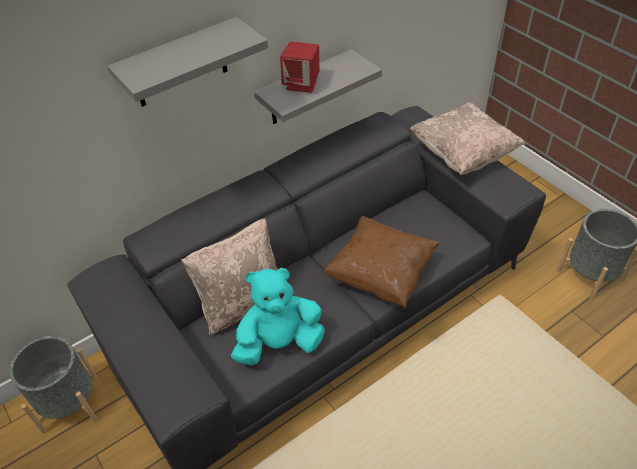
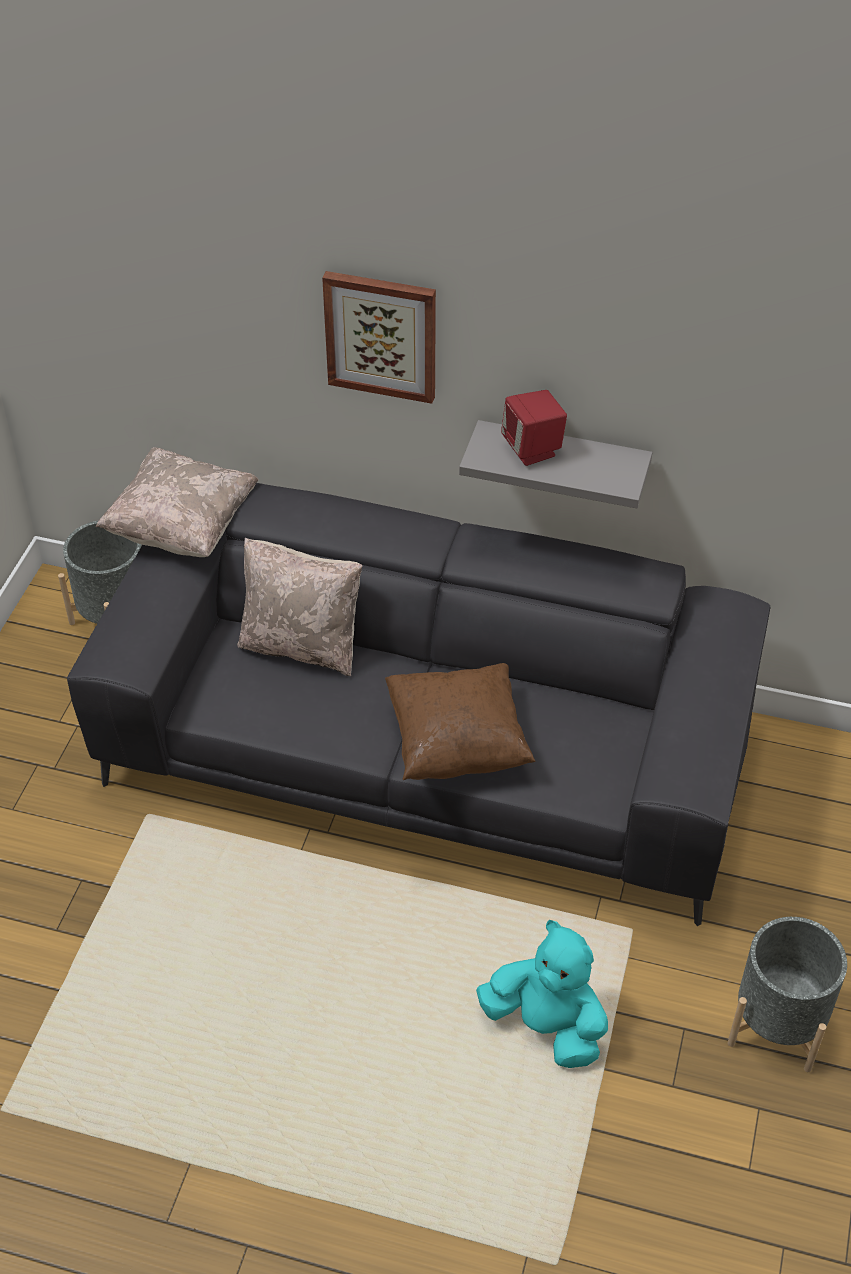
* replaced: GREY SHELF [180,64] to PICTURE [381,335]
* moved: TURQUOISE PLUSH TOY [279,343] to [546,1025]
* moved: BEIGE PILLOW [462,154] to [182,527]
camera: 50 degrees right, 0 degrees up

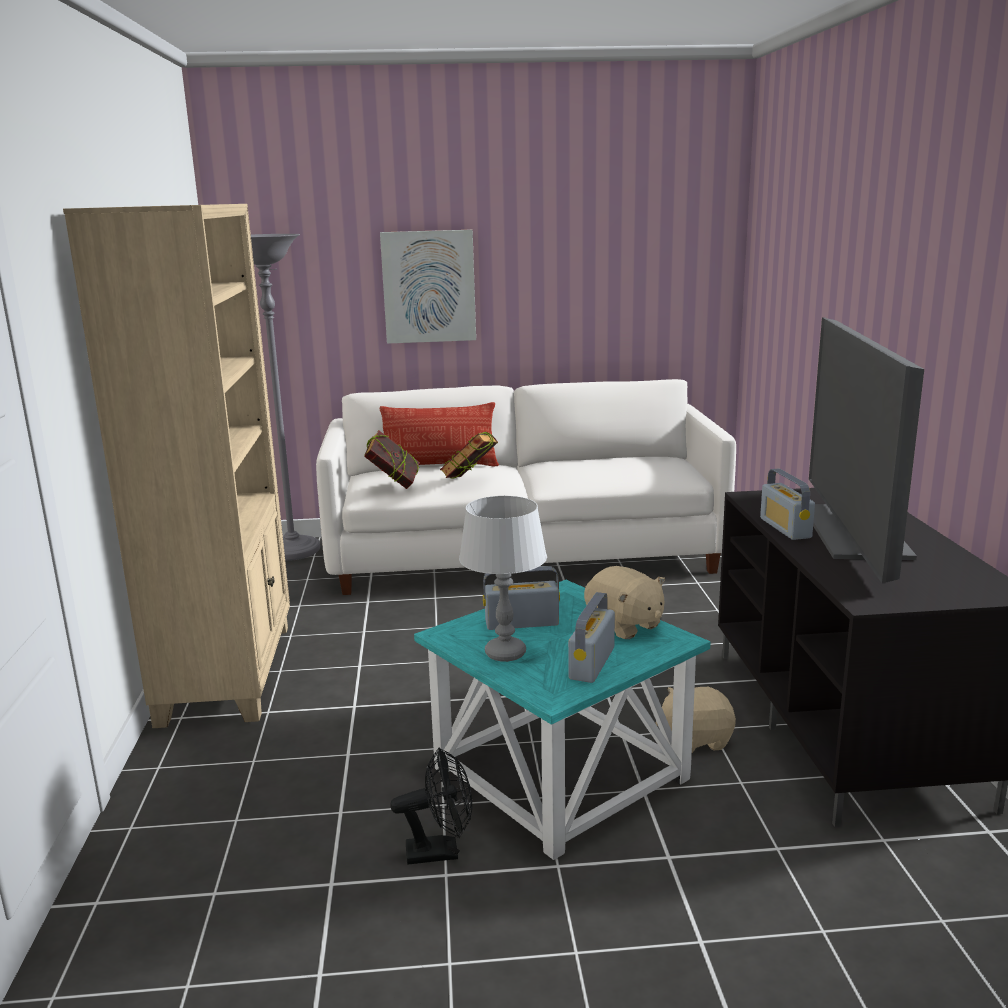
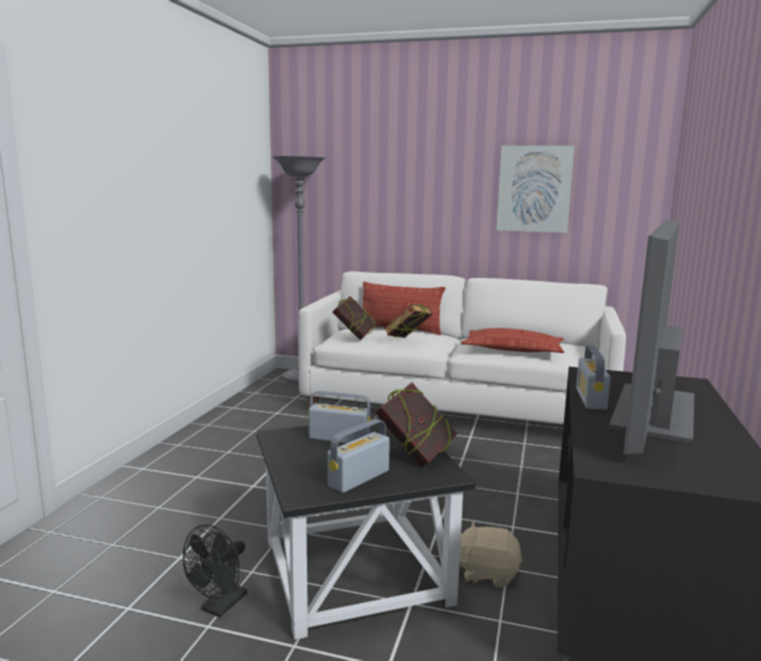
* removed: BEIGE BOOKCASE [229,672]
* moved: PICTURE [429,286] to [534,189]
* turned: BLACK FAN [441,851] = [220,607] 105 degrees clockwise
* recoloured: TURQUOISE SIDE TABLE [560,776] to BLACK SIDE TABLE [354,574]
* removed: GREY TABLE LAMP [505,653]
* replaced: BEIGE PLUSH TOY [624,625] to BOOK [415,456]
* added: PILLOW [513,349]
camera: 20 degrees right, 5 degrees down

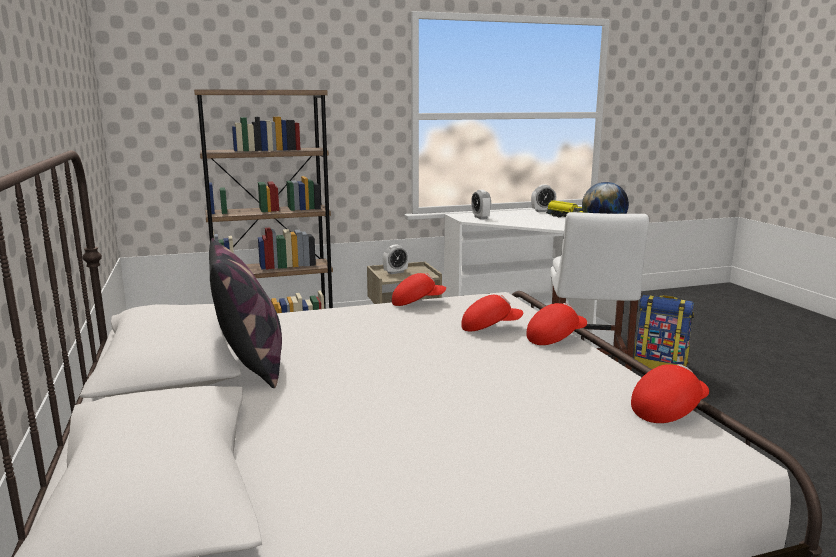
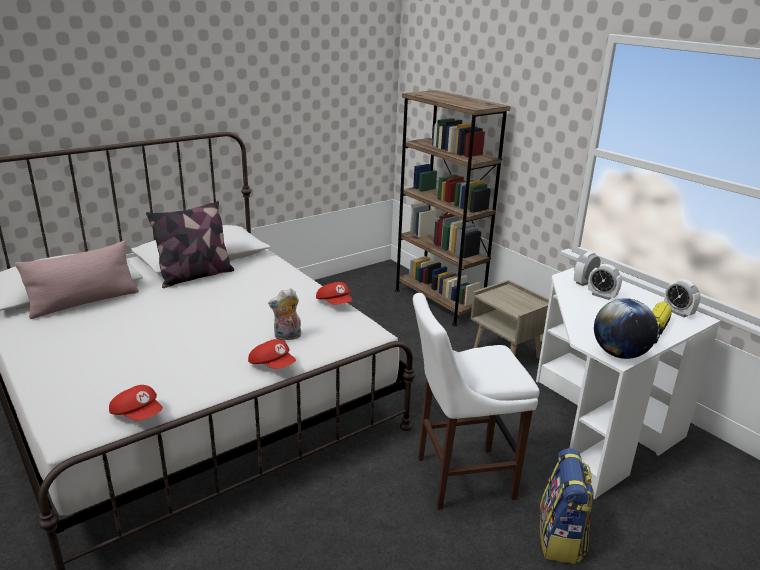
* moved: ALARM CLOCK [395,272] to [602,295]
* replaced: RED CAP [490,327] to PLUSH TOY [287,337]
* added: PINK PILLOW [84,302]
camera: 70 degrees right, 10 degrees up

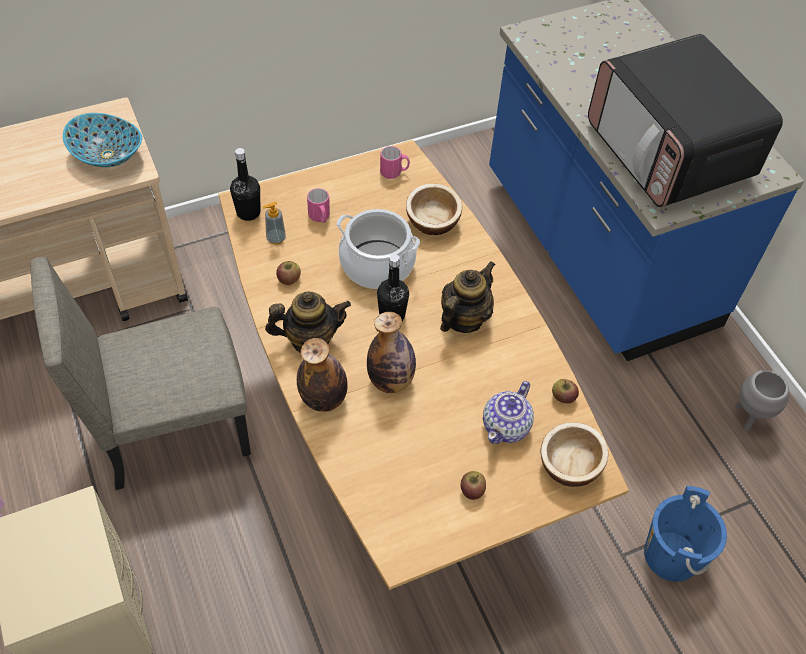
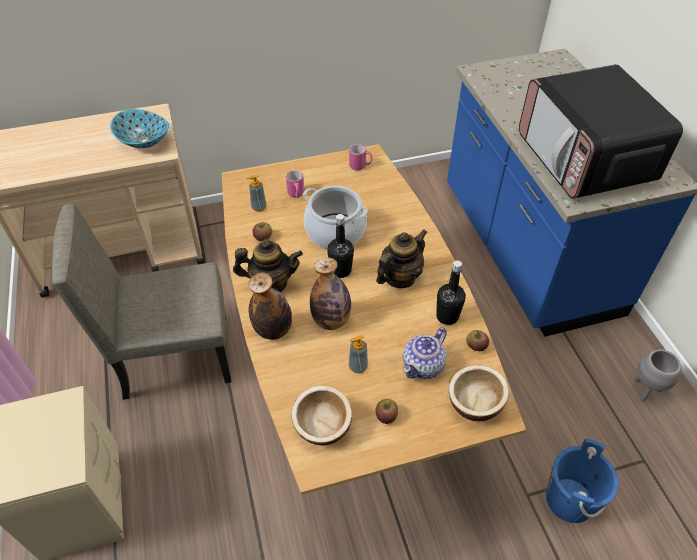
* moved: BLACK BOTTLE [248,212] to [447,316]
* moved: BOWL [432,222] to [322,425]
* added: SOAP DISPENSER [358,366]
camera: 10 degrees right, 5 degrees down

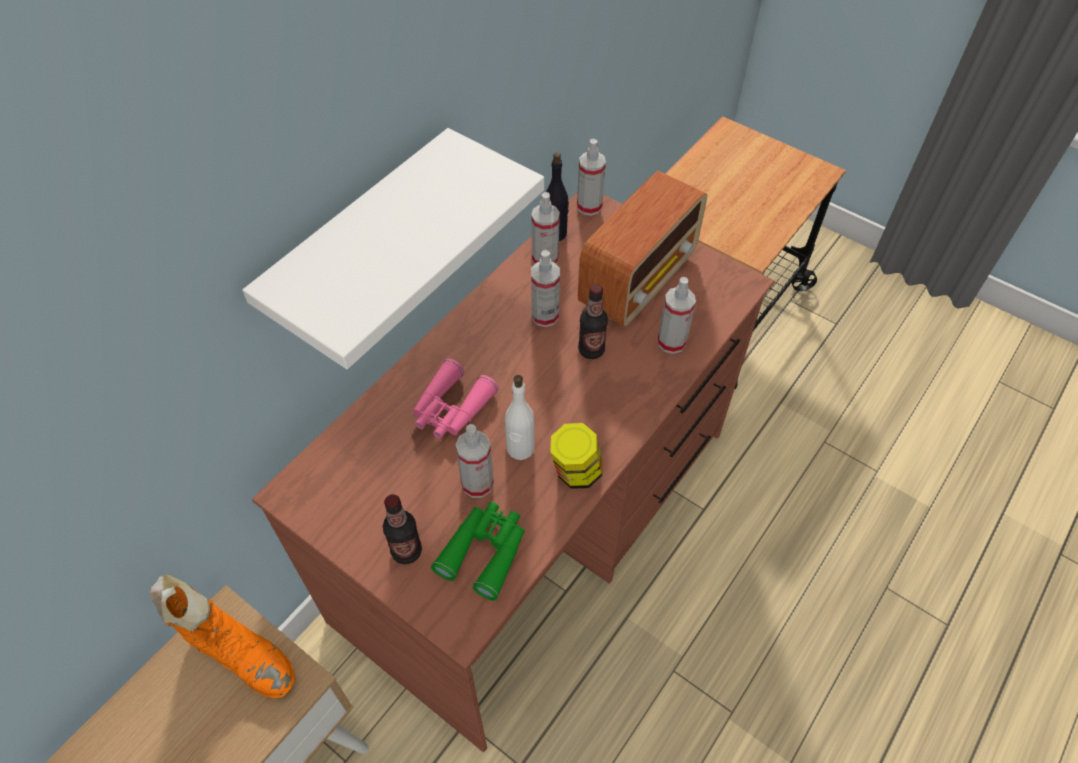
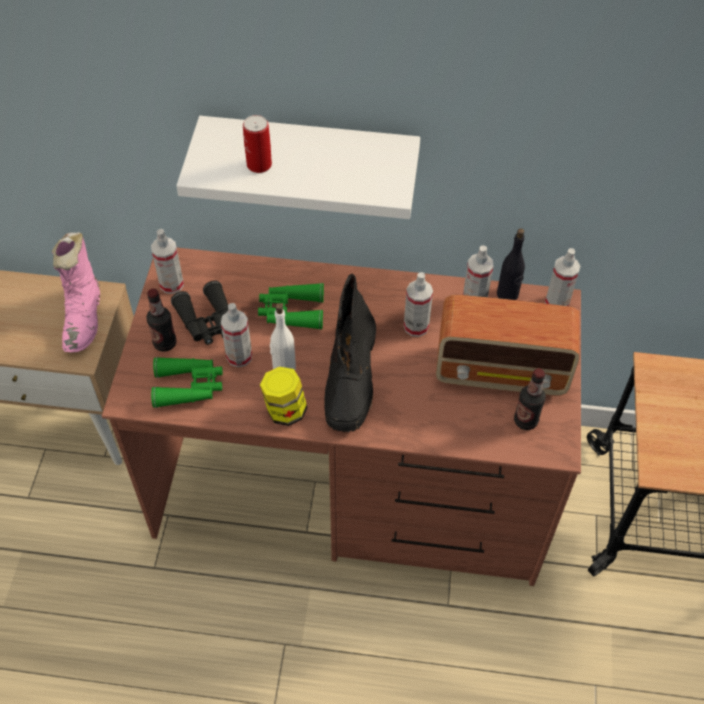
* recoloured: ORANGE BOOT [242,654] to PINK BOOT [84,318]
* recoloured: PINK BINOCULARS [451,409] to GREEN BINOCULARS [291,311]
* moved: BOTTLE [591,350] to [525,421]
* moved: SPRAY BOTTLE [671,342] to [171,284]
* added: BLACK BINOCULARS [207,321]
* added: CAN [259,164]
* added: BLACK BOOT [351,379]
camera: 60 degrees right, 0 degrees up

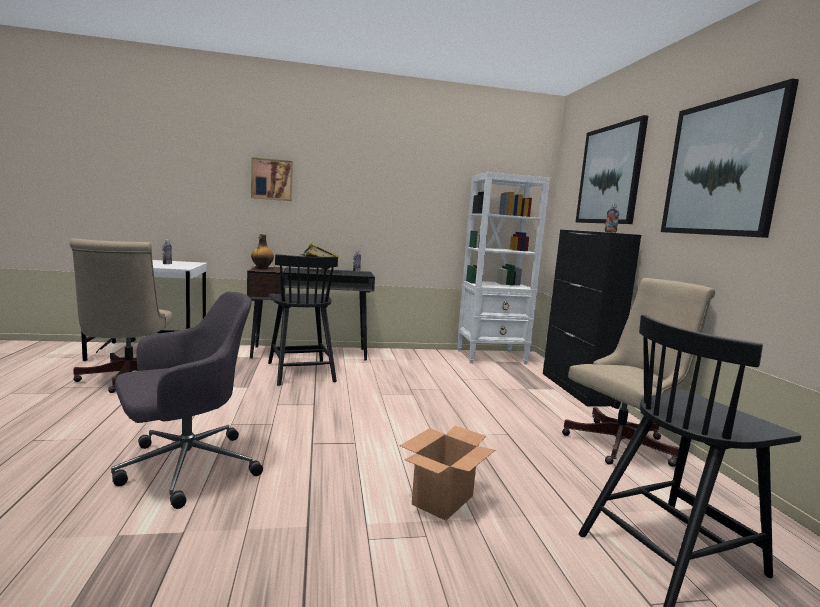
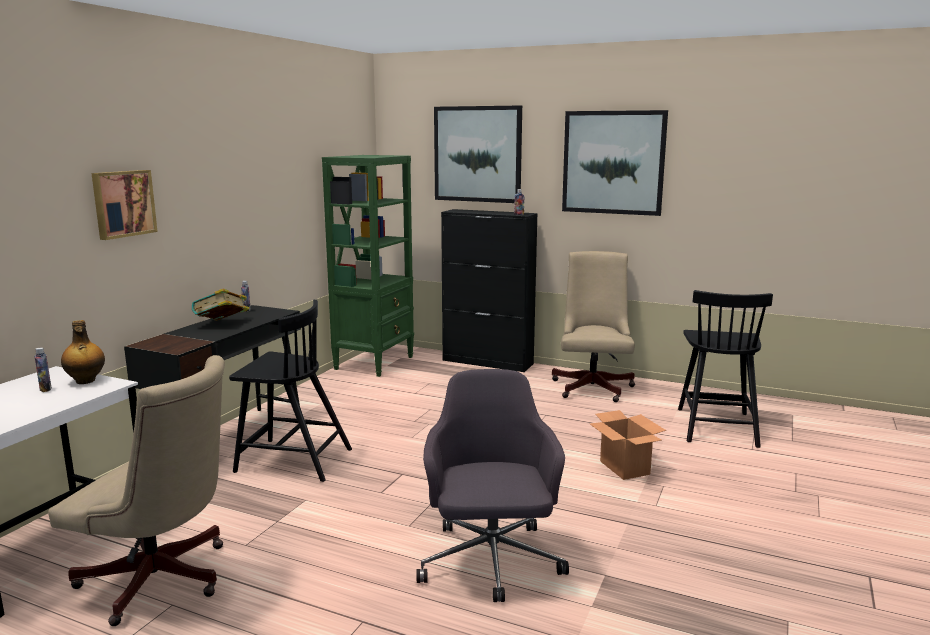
* moved: BOTTLE [262,268] to [85,381]
* recoloured: WHITE BOOKCASE [492,357] to GREEN BOOKCASE [375,363]
camera: 55 degrees left, 5 degrees up

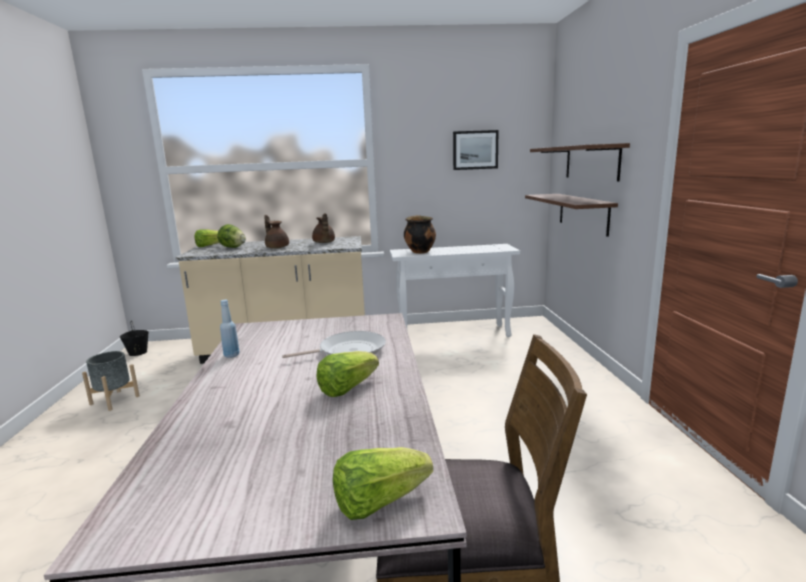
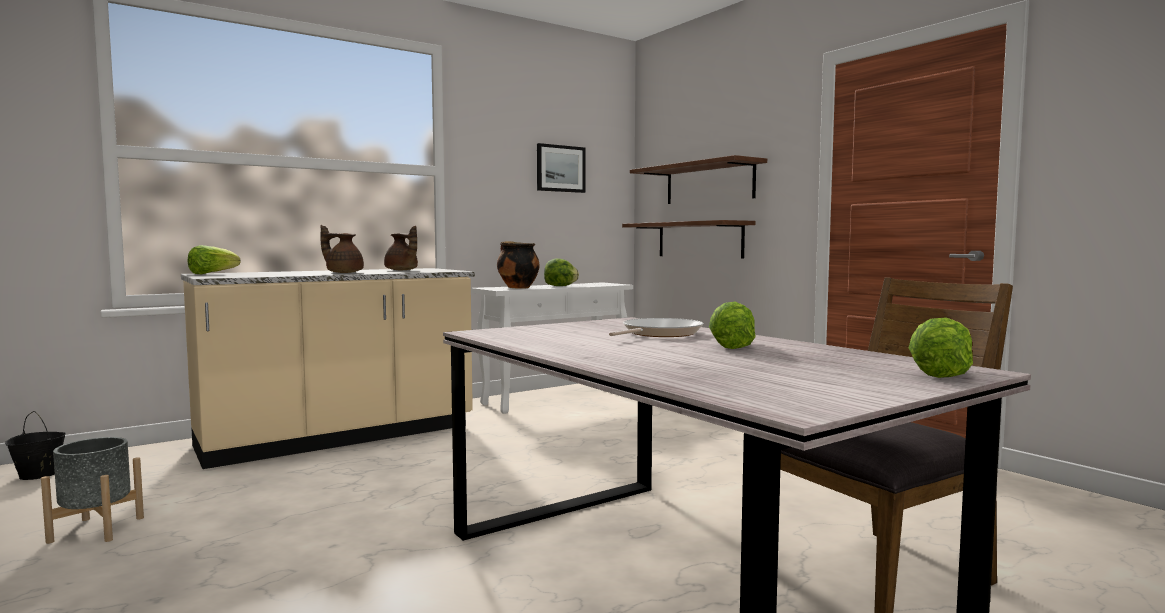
* moved: LETTUCE [232,247] to [560,286]
* removed: BLUE BOTTLE [231,355]
camera: 30 degrees left, 10 degrees down

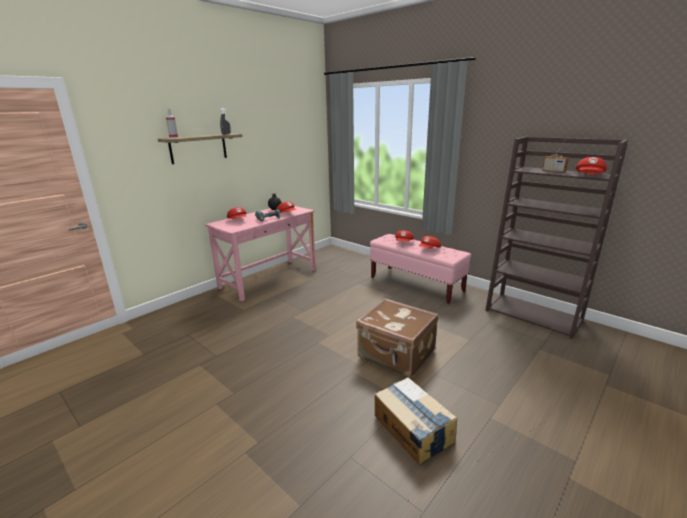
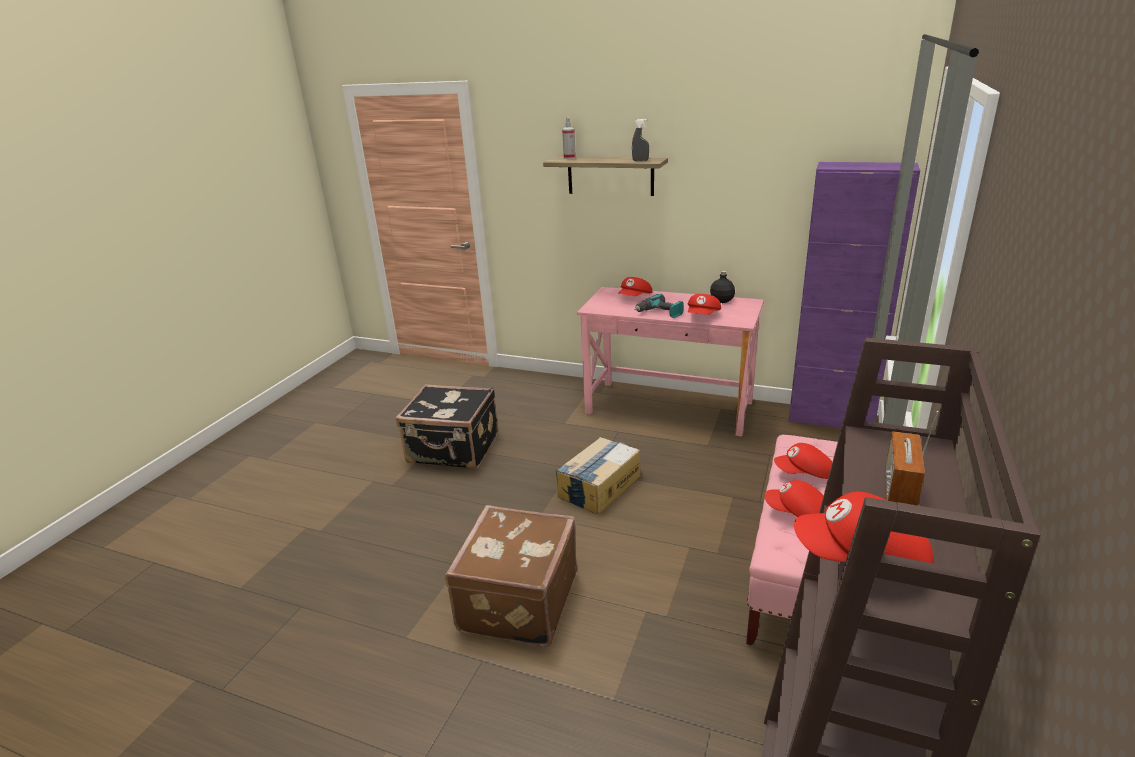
* moved: CARDBOARD BOX [413,428] to [599,486]
* added: BLACK SUITCASE [453,450]
* added: PURPLE CABINET [830,419]
camera: 70 degrees right, 5 degrees up

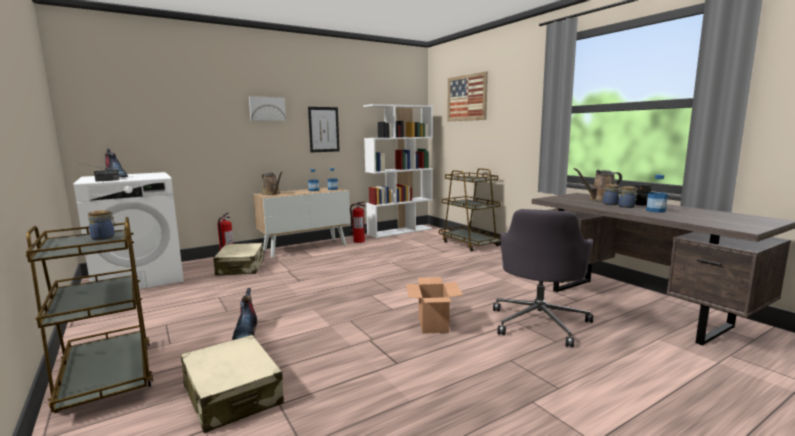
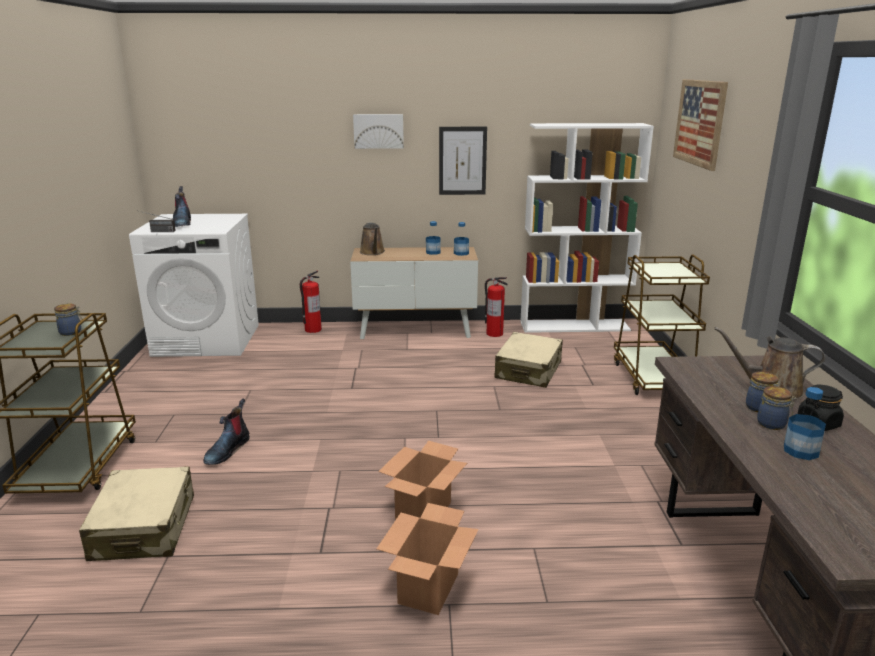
* moved: BEIGE SUITCASE [241,267] to [528,370]
* removed: GREY OFFICE CHAIR [539,322]
* added: CARDBOARD BOX [428,589]
camera: 30 degrees right, 10 degrees up

